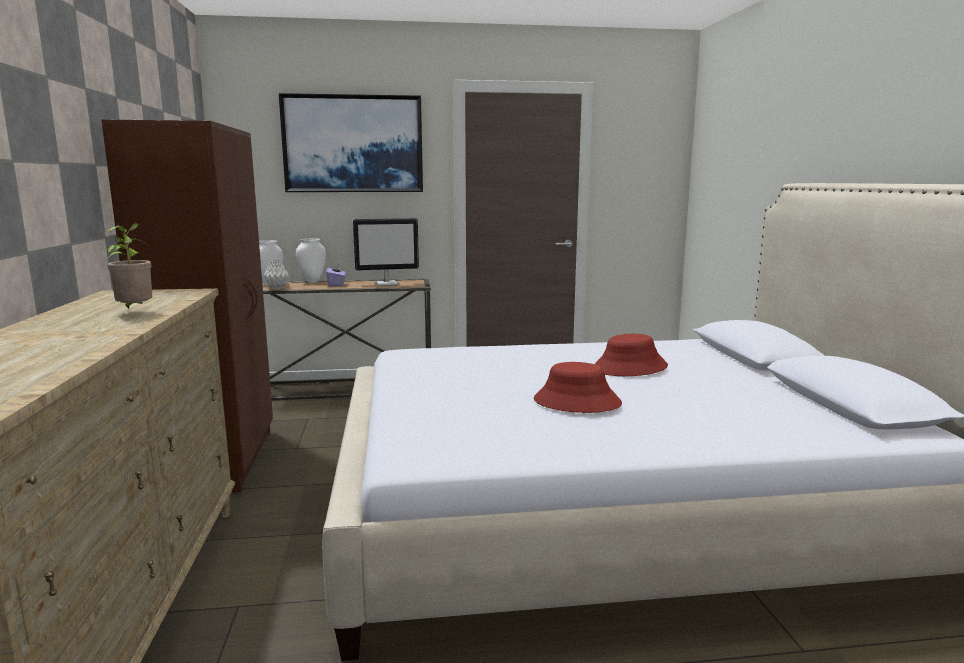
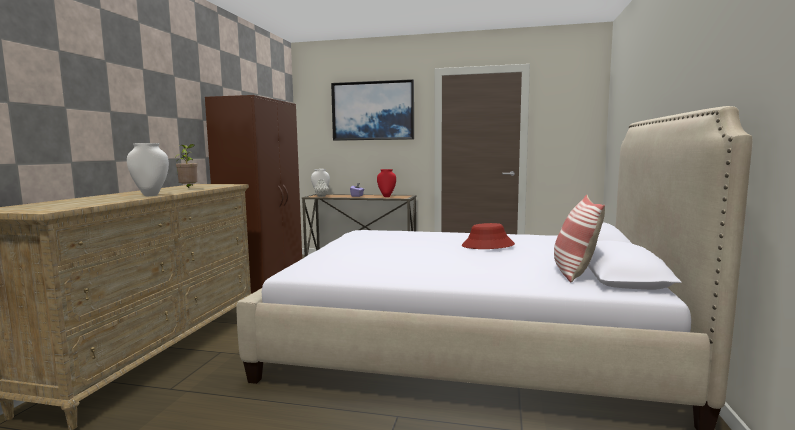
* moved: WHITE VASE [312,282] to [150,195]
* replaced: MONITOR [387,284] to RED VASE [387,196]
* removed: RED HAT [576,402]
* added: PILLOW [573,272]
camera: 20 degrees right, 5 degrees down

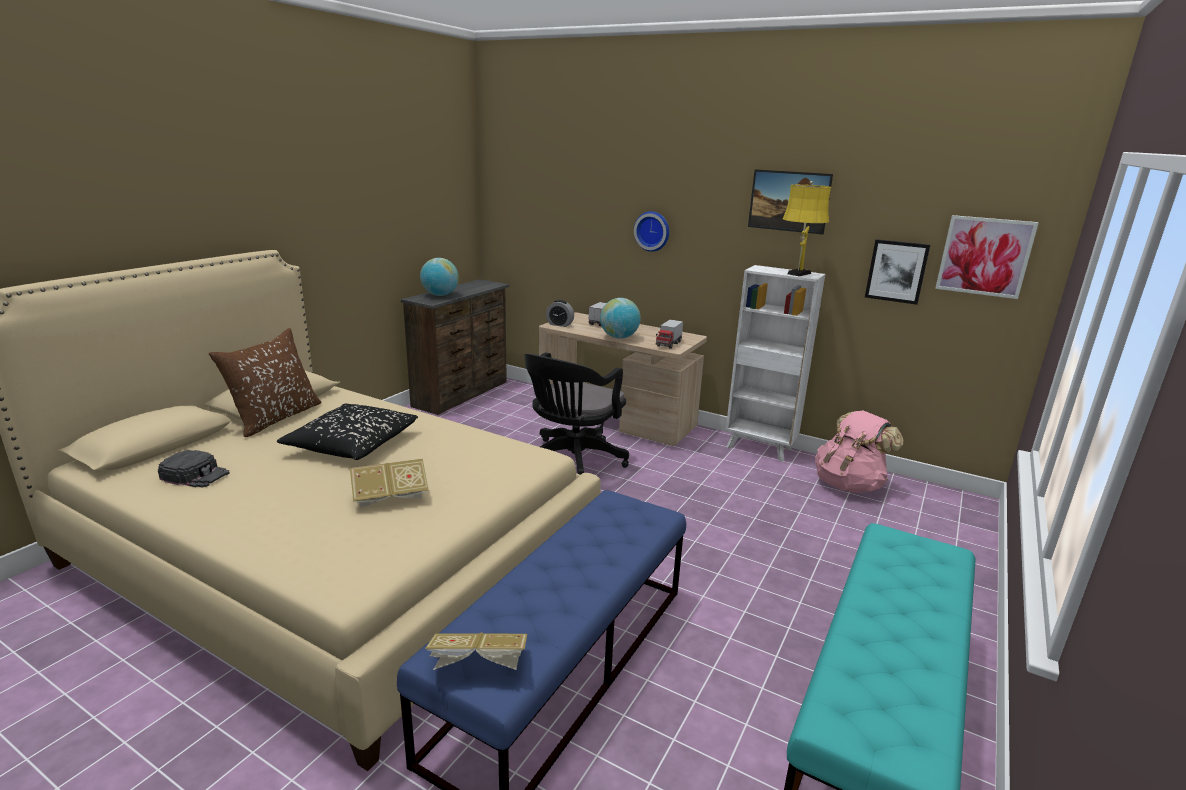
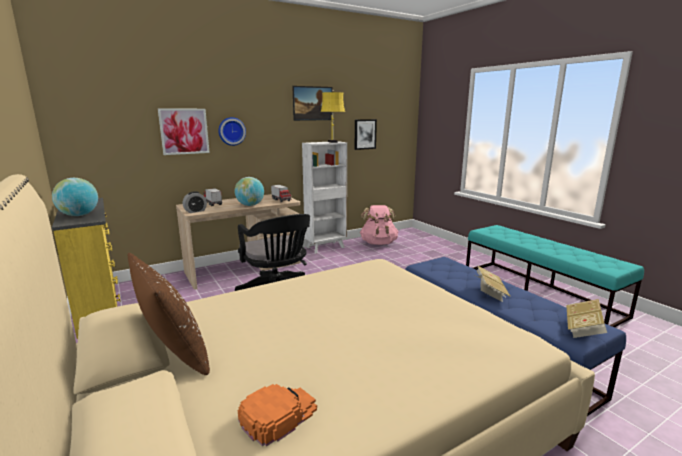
* recoloured: BLACK CAP [195,475] to ORANGE CAP [278,415]
* removed: BLACK PILLOW [352,444]
* moved: BOOK [390,497] to [489,292]
* recoloured: BROWN DRESSER [462,394] to YELLOW DRESSER [100,309]
* moved: PICTURE [984,256] to [184,131]
camera: 60 degrees left, 5 degrees down

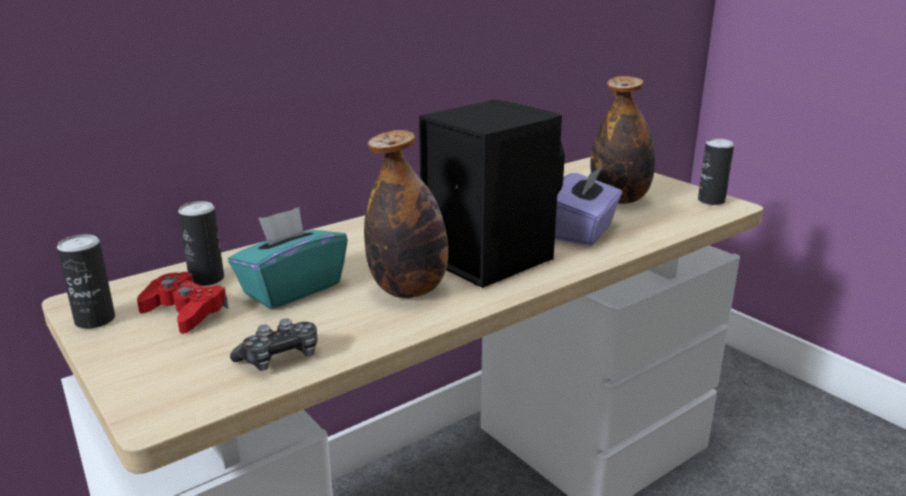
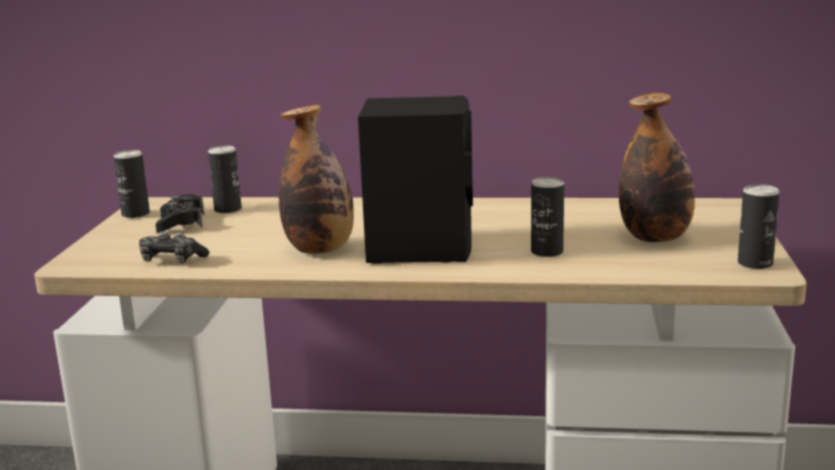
* recoloured: RED GAME CONTROLLER [185,311] to BLACK GAME CONTROLLER [181,223]
* removed: TURQUOISE TISSUE BOX [291,289]
* replaced: PURPLE TISSUE BOX [583,231] to CAN [547,252]
camera: 45 degrees right, 5 degrees down

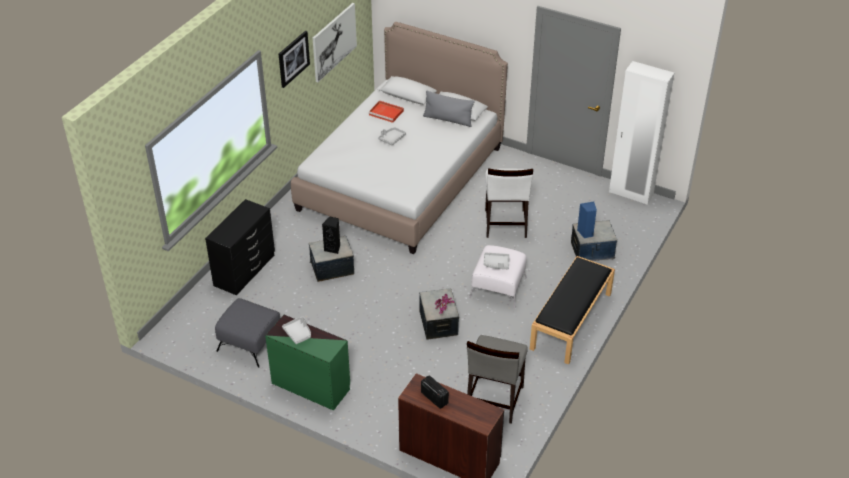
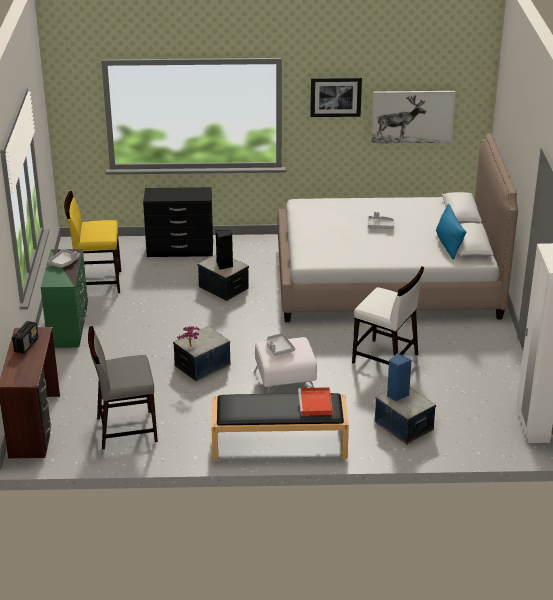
* replaced: GREY OTTOMAN [250,342] to YELLOW CHAIR [97,282]
* moved: RED TRAY [386,113] to [315,404]
* recoloured: GREY PILLOW [448,119] to BLUE PILLOW [448,244]
* turned: WHITE CHAIR [505,224] = [385,359] 120 degrees counterclockwise
camera: 60 degrees right, 10 degrees down

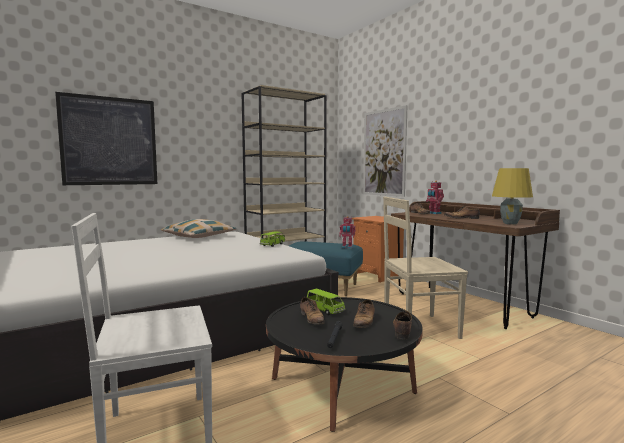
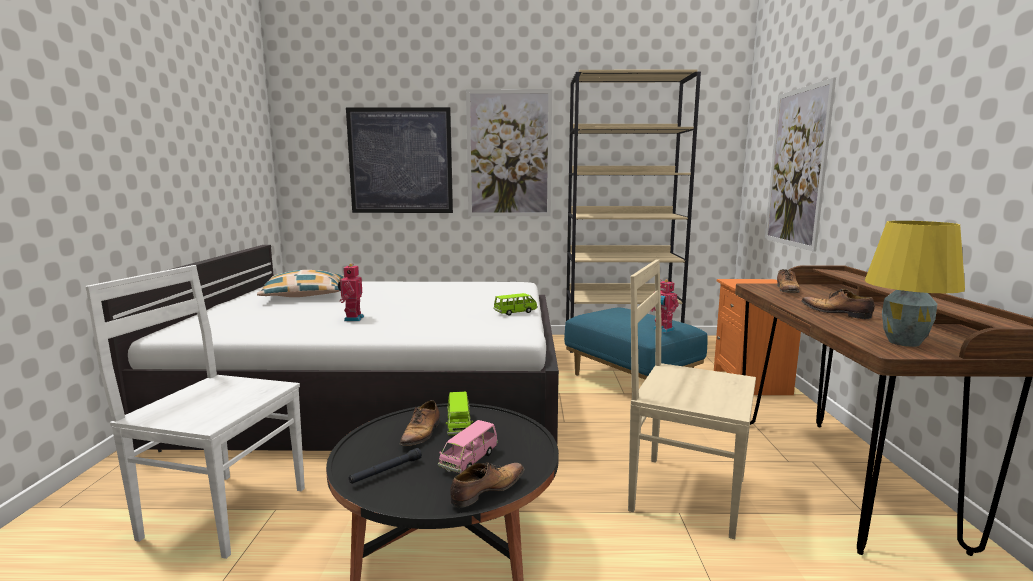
* moved: PILLOW [199,236] to [304,295]
* replaced: SHOE [364,322] to PINK TOY CAR [469,460]
* moved: TOY ROBOT [434,213] to [352,319]
* added: PICTURE [509,154]
camera: 35 degrees right, 5 degrees up

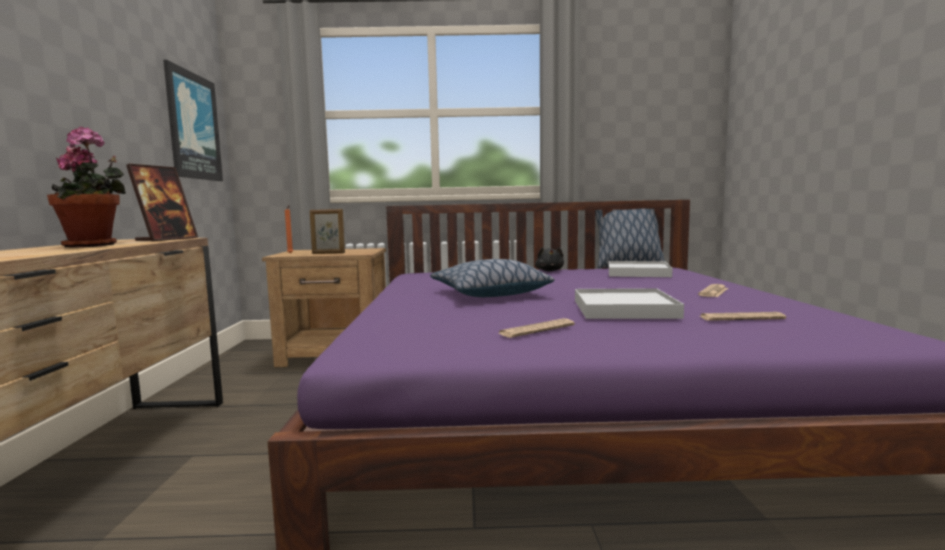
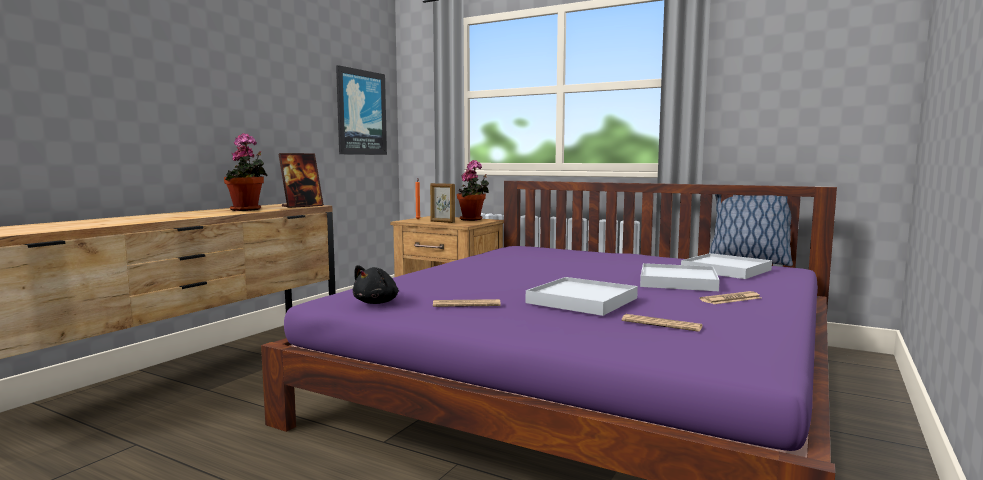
* removed: PILLOW [488,293]
* moved: BLACK PLUSH TOY [549,271] to [377,302]
* added: POTTED PLANT [473,219]
* added: WHITE TRAY [677,281]
camera: 30 degrees right, 0 degrees up

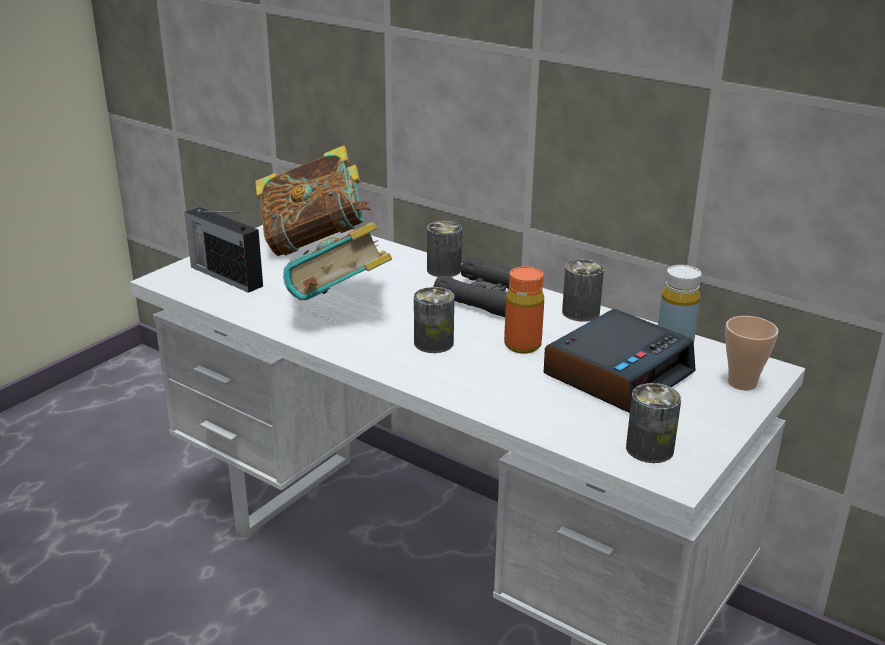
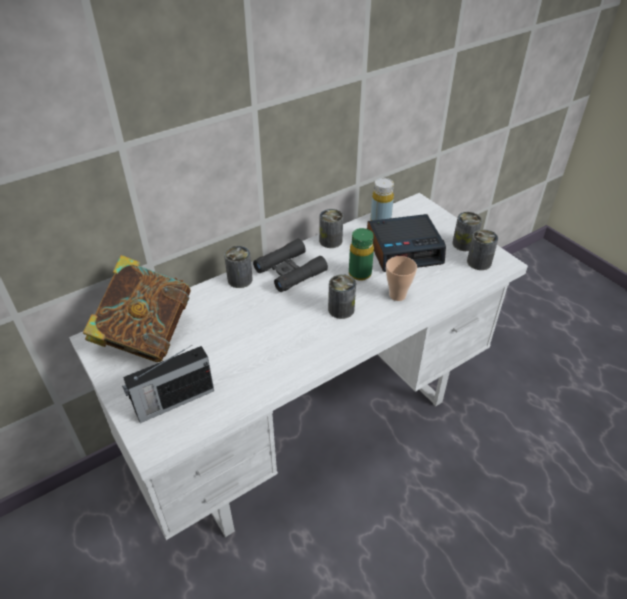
* removed: BOOK [340,307]
* recoloured: ORANGE BOTTLE [522,345] to GREEN BOTTLE [360,274]
* turned: ALARM CLOCK [618,373] = [404,249] 105 degrees clockwise
* moved: CUP [742,383] to [397,295]
* added: CAN [464,244]
camera: 70 degrees left, 15 degrees up

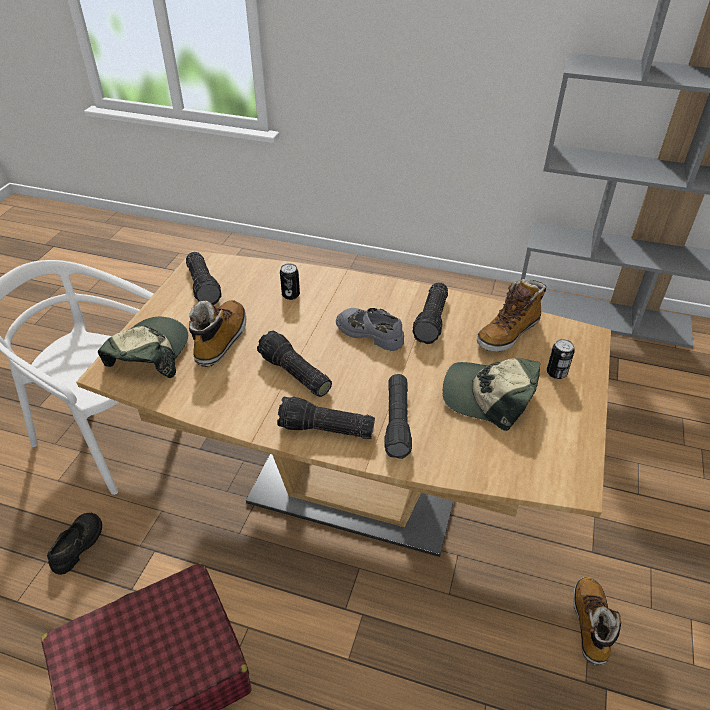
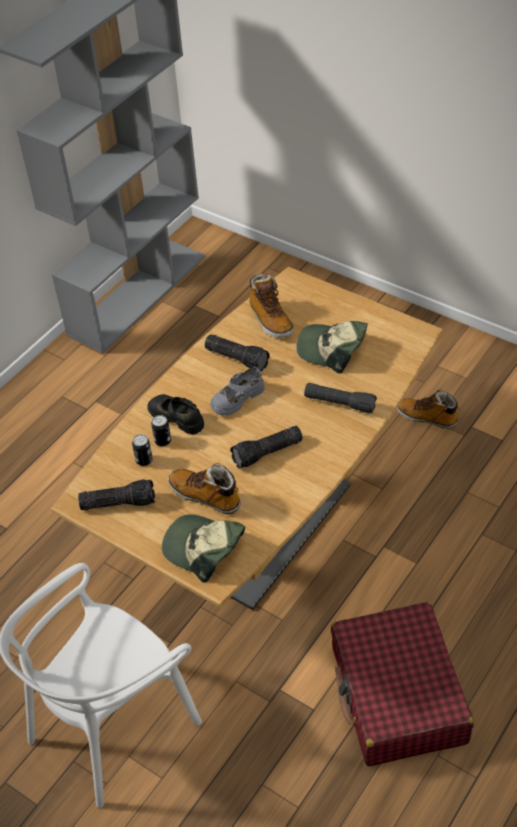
* moved: BLACK SHOE [78,545] to [177,417]
* removed: FLASHLIGHT [325,430]
* turned: CAP [488,396] = [332,349] 75 degrees clockwise
* moved: CAN [556,373] to [144,460]
camera: 70 degrees left, 5 degrees up

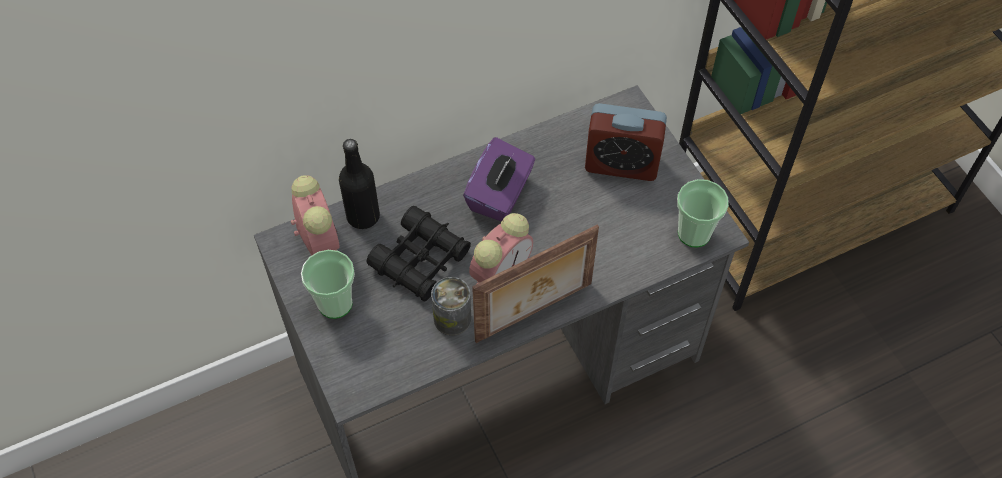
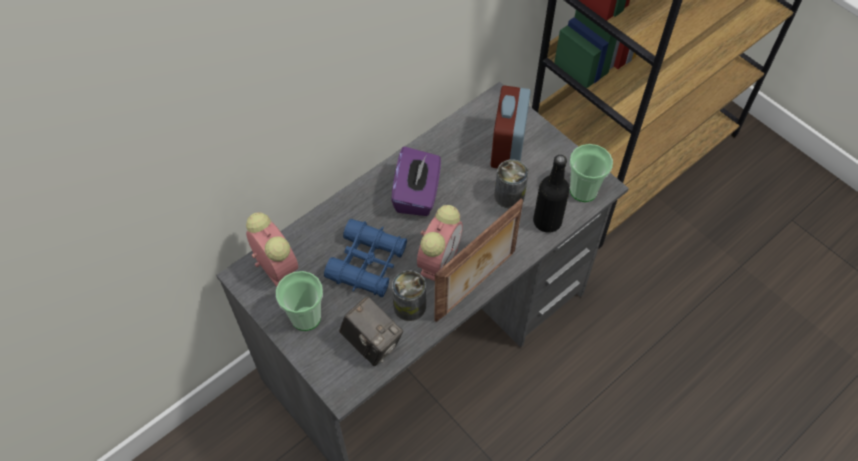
* moved: BLACK BOTTLE [363,216] to [547,221]
* recoloured: BLACK BINOCULARS [420,260] to BLUE BINOCULARS [367,263]
* turned: ALARM CLOCK [621,164] = [508,147] 105 degrees clockwise
* added: PHOTO CAMERA [372,343]
* added: CAN [509,195]
camera: 15 degrees left, 0 degrees up

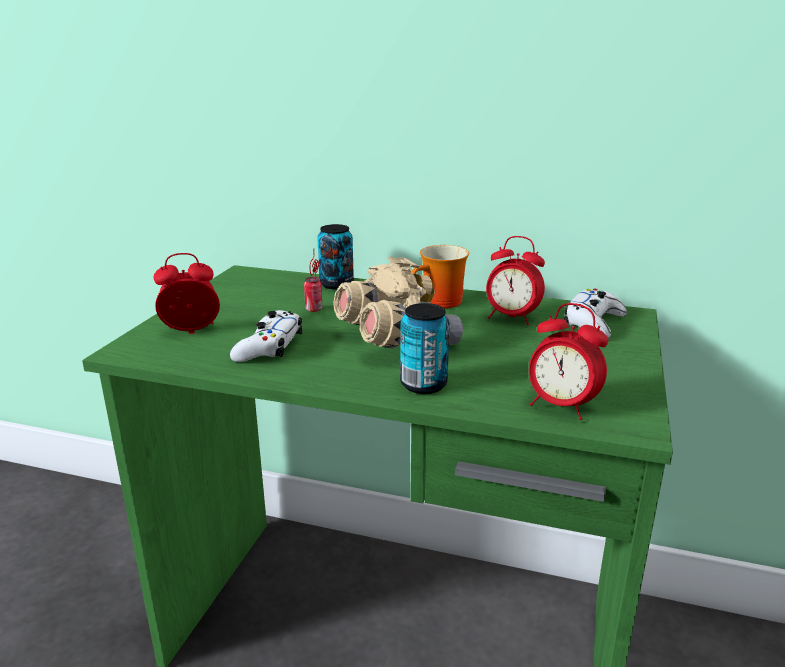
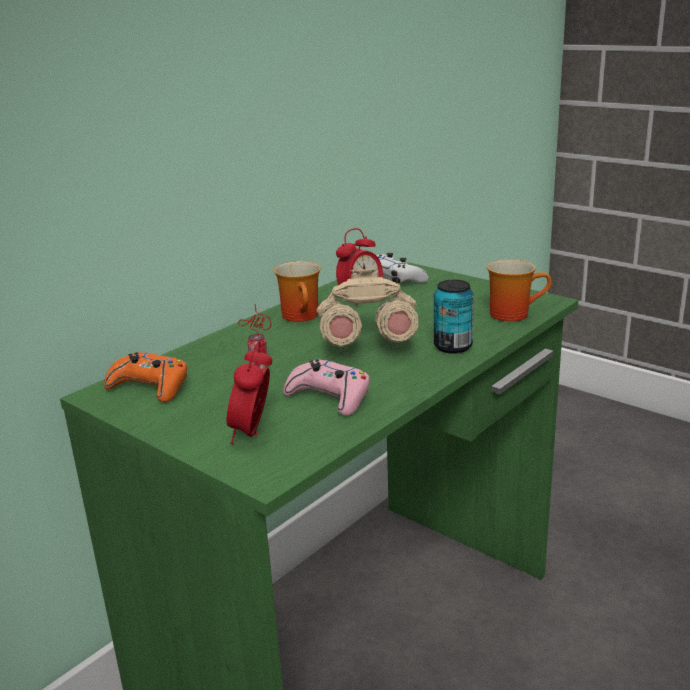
* recoloured: WHITE GAME CONTROLLER [269,347] to PINK GAME CONTROLLER [329,397]
* removed: CAN [336,284]
* replaced: ALARM CLOCK [561,407] to MUG [513,313]
* added: ORANGE GAME CONTROLLER [150,387]
camera: 65 degrees left, 0 degrees up

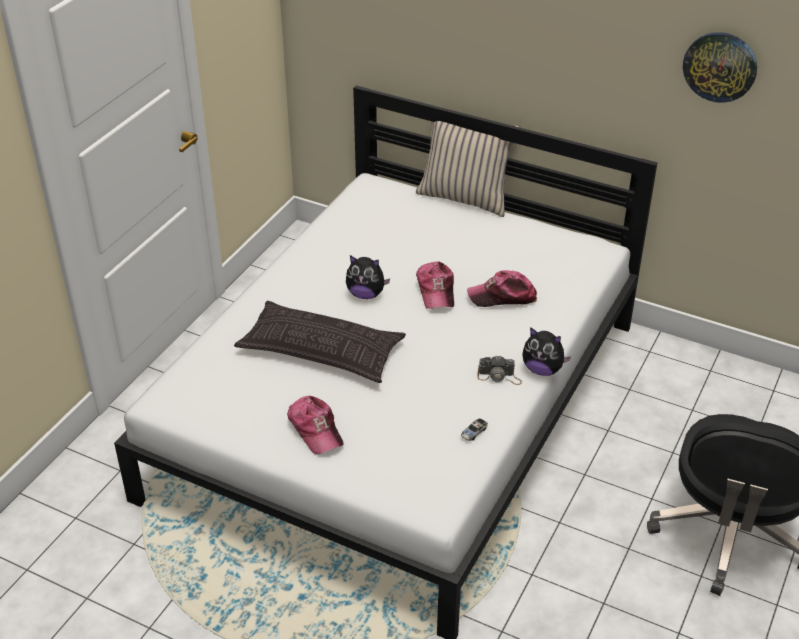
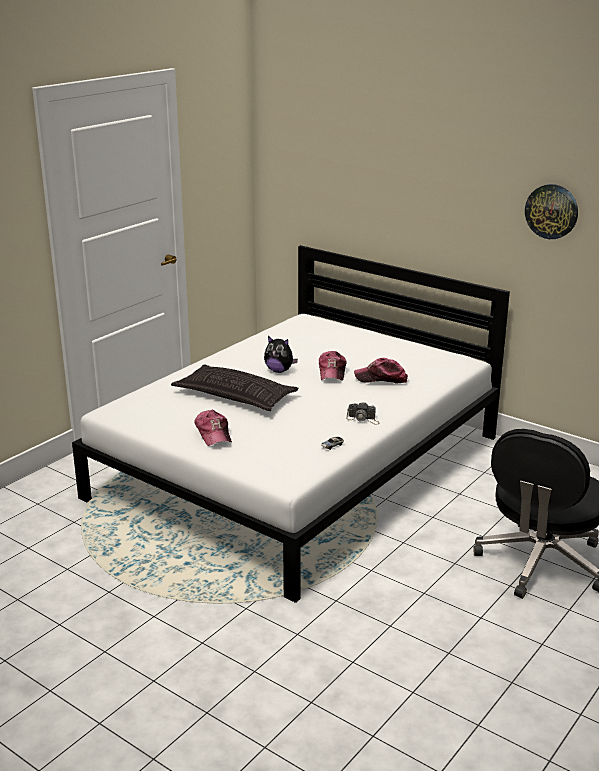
* removed: BEIGE PILLOW [465,197]
* removed: PLUSH TOY [542,369]
camera: 10 degrees right, 15 degrees down

